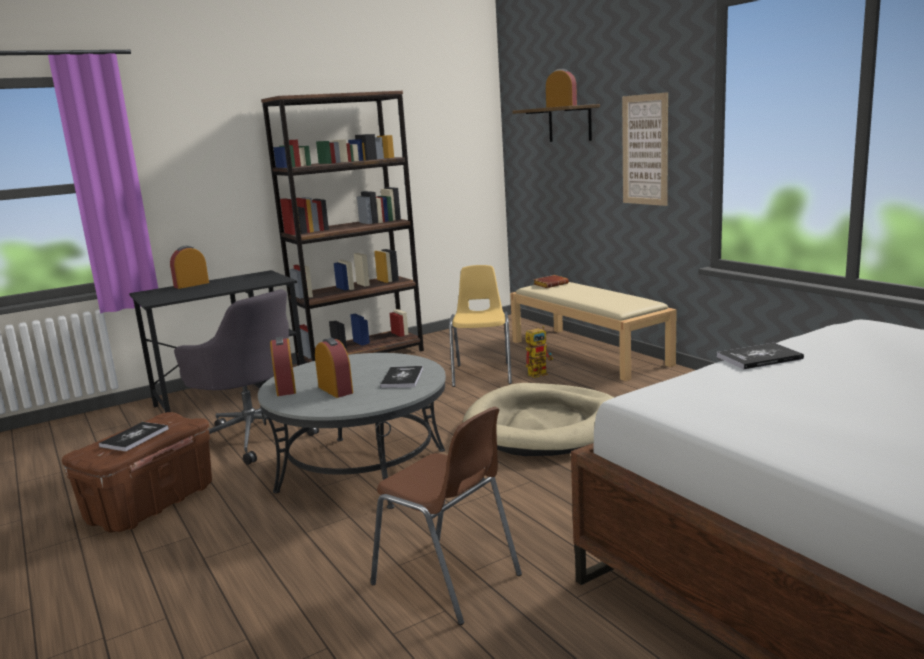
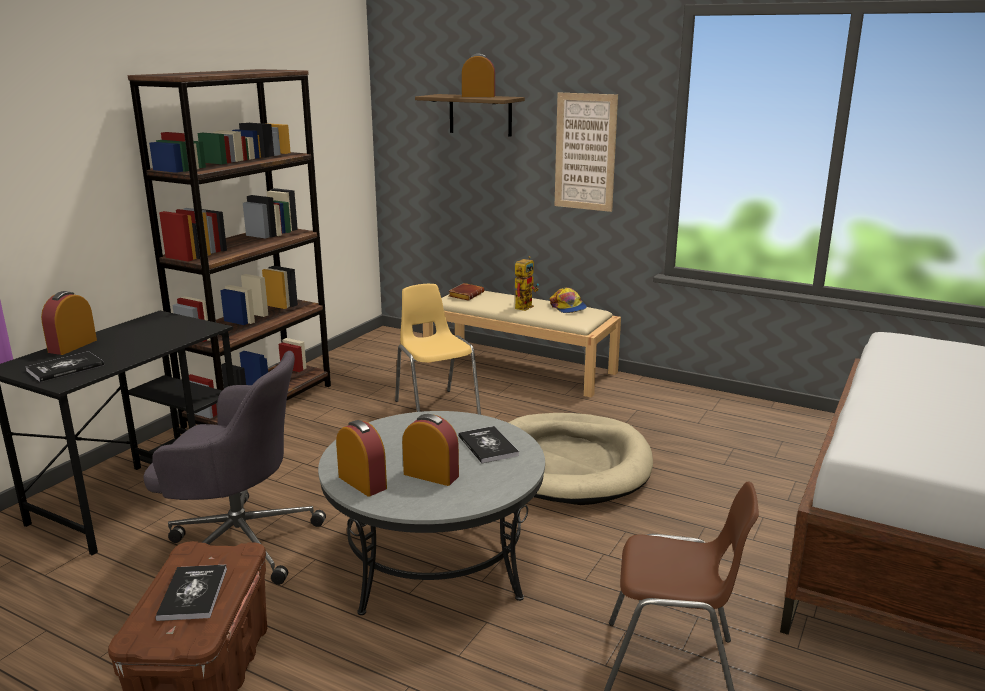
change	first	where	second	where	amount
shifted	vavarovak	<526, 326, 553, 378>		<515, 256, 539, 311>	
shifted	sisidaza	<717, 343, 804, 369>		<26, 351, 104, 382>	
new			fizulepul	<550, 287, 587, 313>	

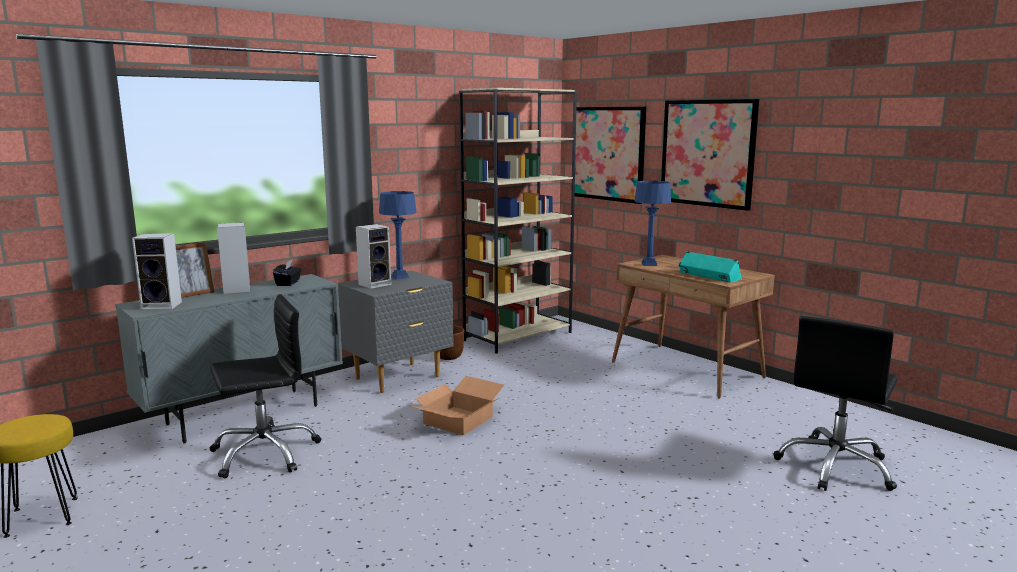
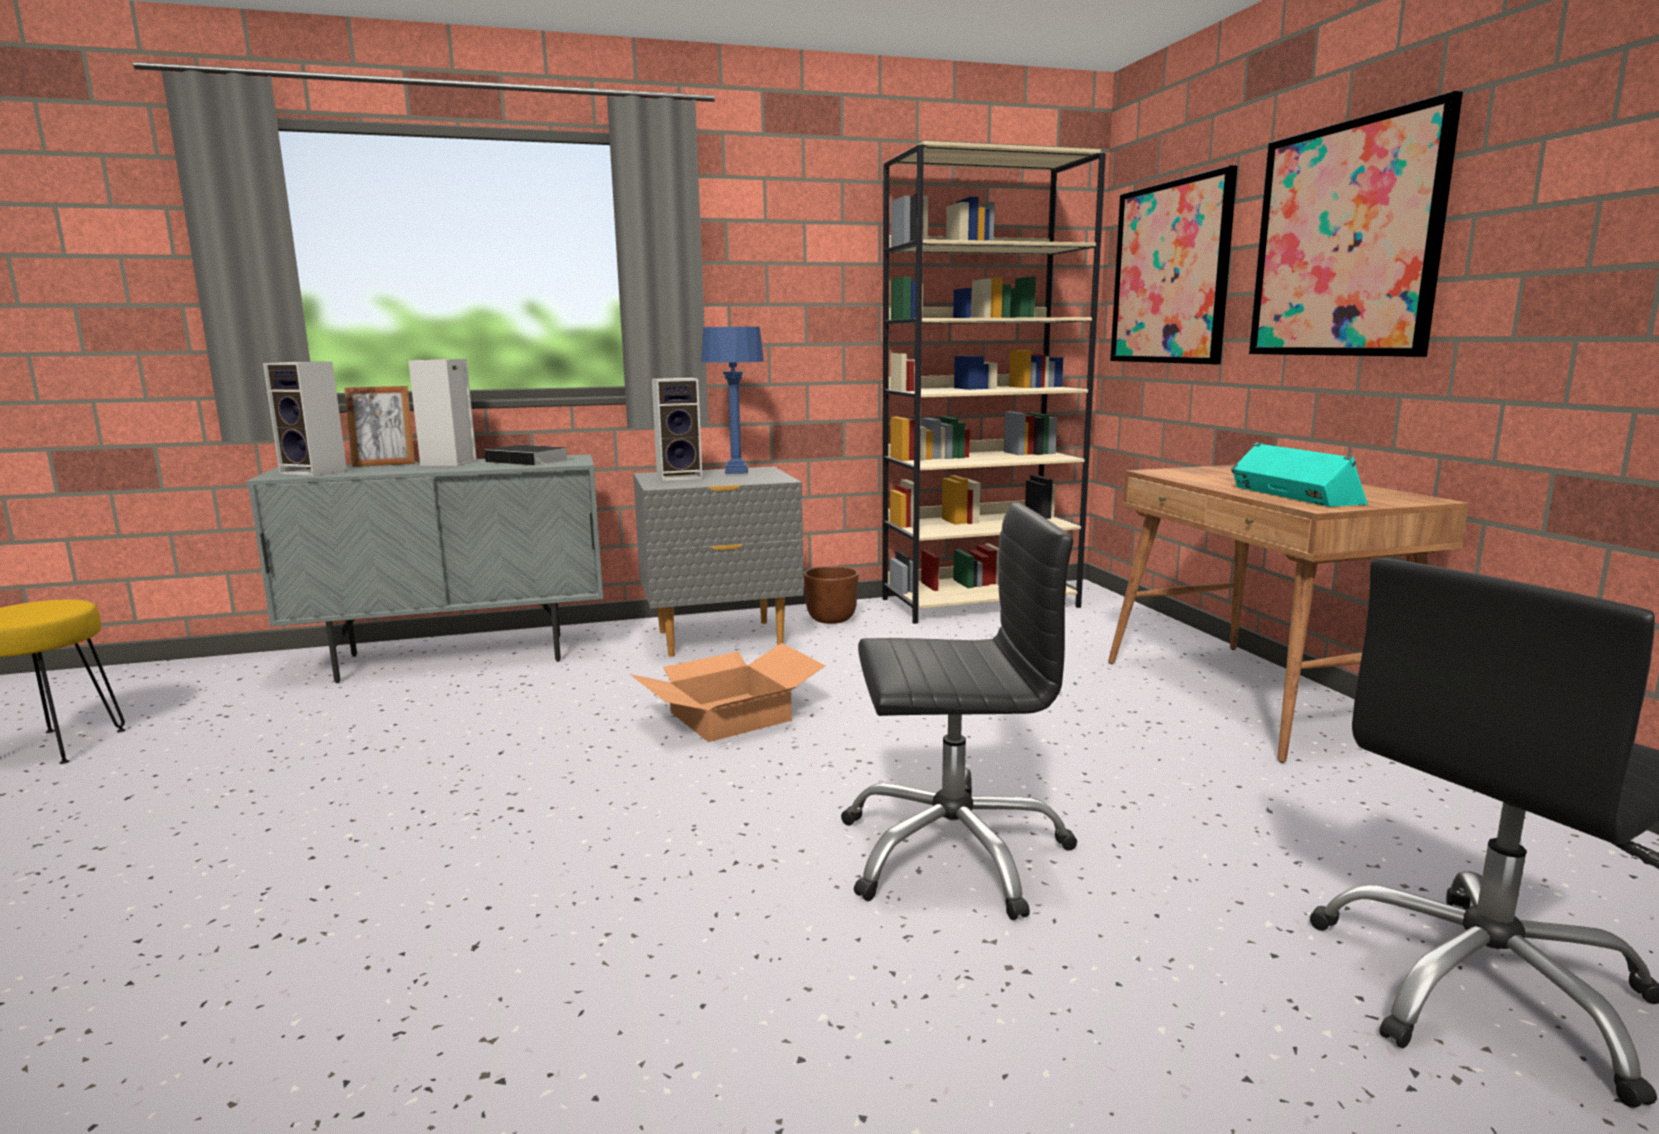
change	first	where	second	where	amount
gone	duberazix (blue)	<635, 181, 671, 266>			
swapped	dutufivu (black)	<273, 259, 301, 286>	sisidaza	<484, 445, 568, 466>	
shifted	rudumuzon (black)	<210, 294, 321, 478>		<841, 502, 1077, 920>	

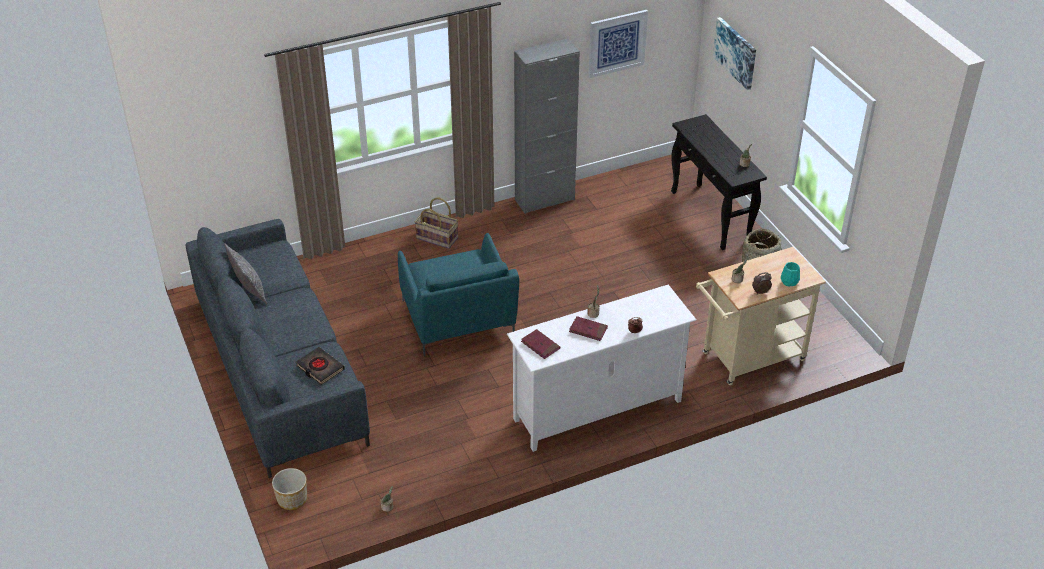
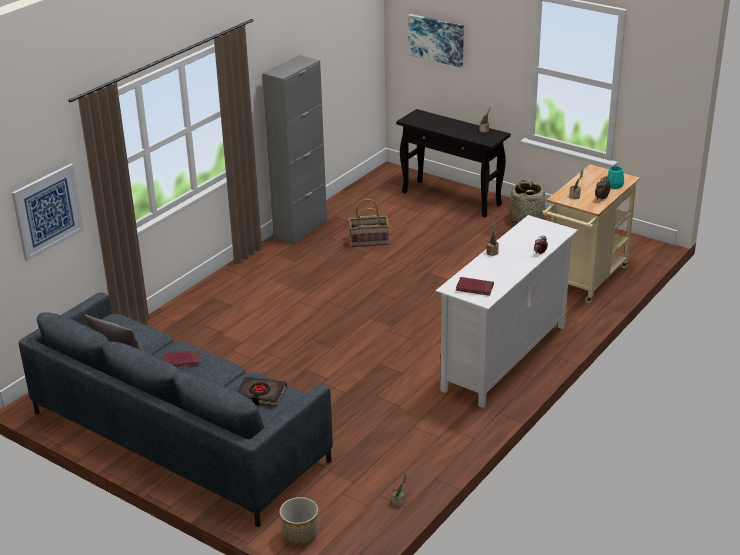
change	first	where	second	where	amount
shifted	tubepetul	<588, 10, 648, 78>		<12, 164, 84, 261>	
shifted	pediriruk	<415, 198, 458, 249>		<349, 199, 389, 247>	
gone	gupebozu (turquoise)	<398, 233, 519, 356>			
shifted	sisidaza (red)	<569, 316, 608, 341>		<164, 350, 200, 367>	

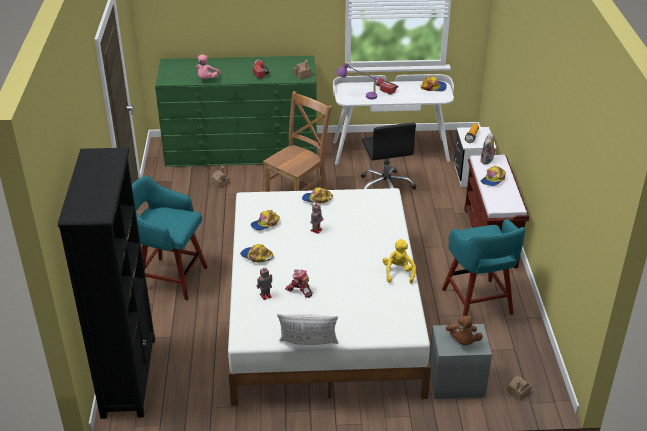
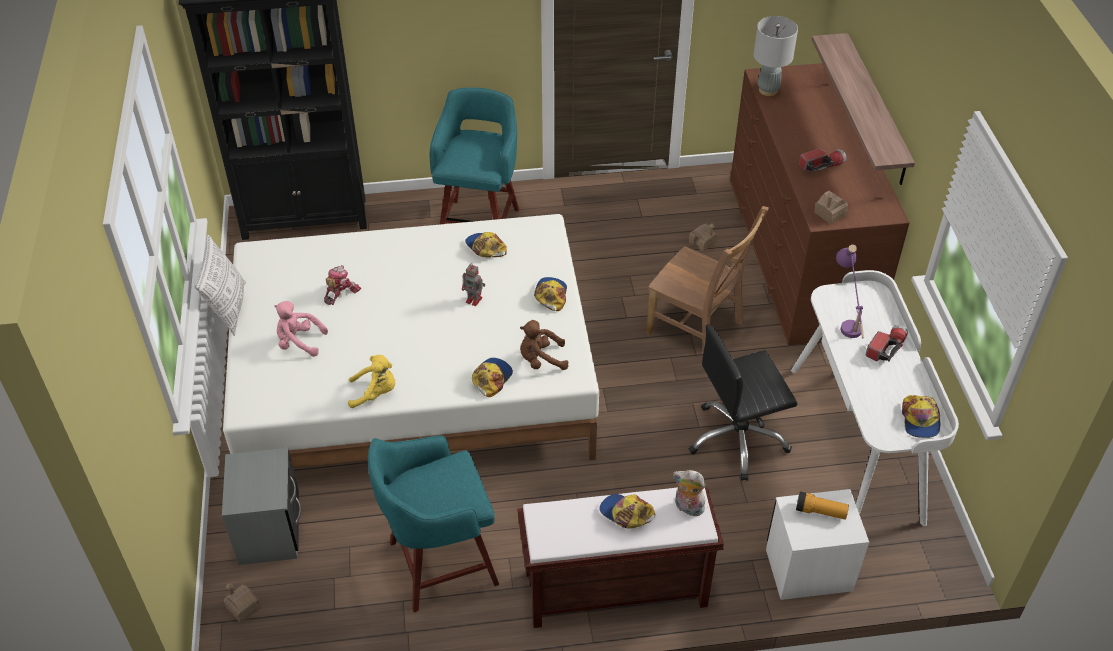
change	first	where	second	where	amount
shifted	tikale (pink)	<196, 54, 221, 79>		<274, 301, 328, 357>	
repainted	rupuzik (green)	<155, 56, 317, 167>	rupuzik (brown)	<730, 63, 910, 345>	
shifted	fizulepul	<240, 244, 274, 263>		<472, 358, 513, 397>	
gone	vavarovak	<257, 266, 272, 300>			
shifted	tikale (brown)	<446, 316, 483, 345>		<520, 320, 568, 370>	
new			duberazix (grey)	<754, 16, 798, 96>	
new			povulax	<812, 33, 915, 185>	

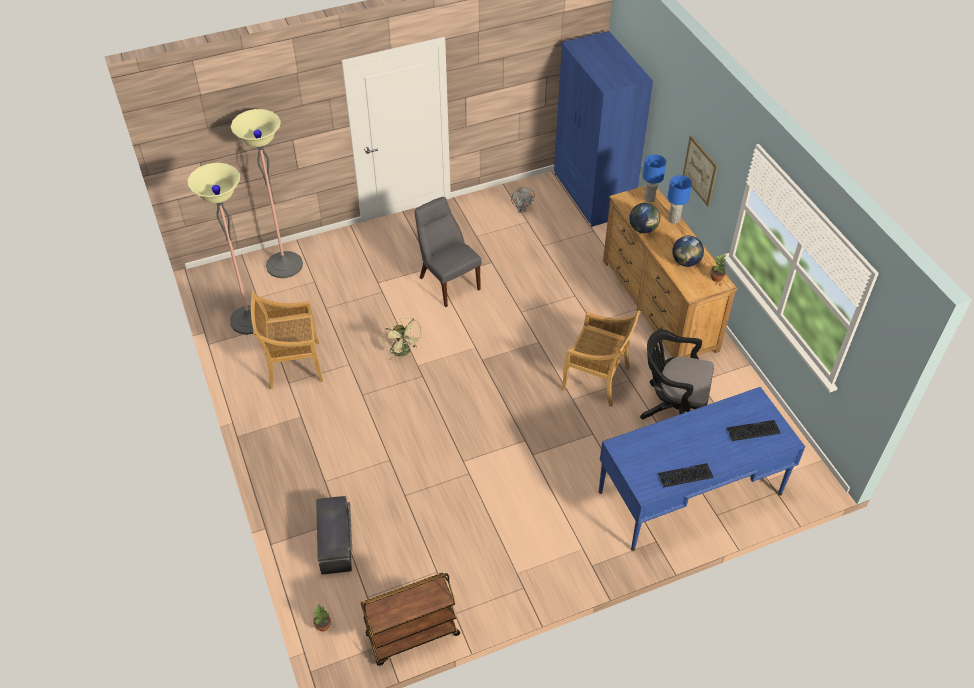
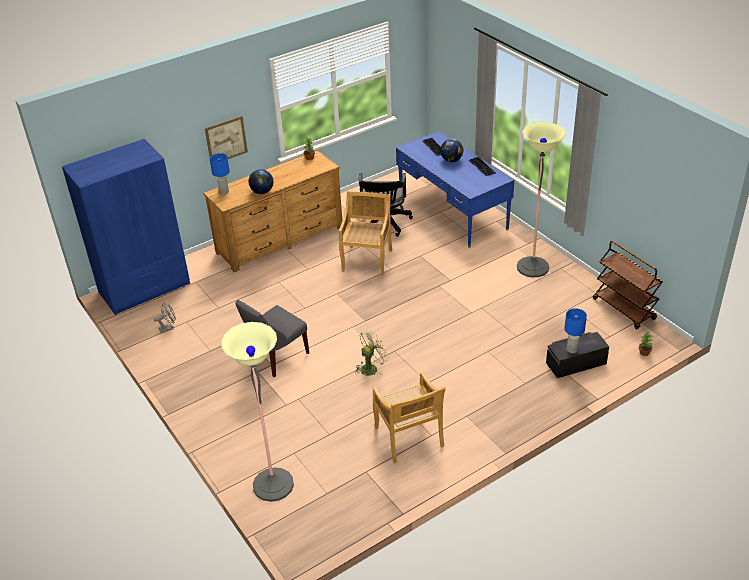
change	first	where	second	where	amount
shifted	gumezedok	<187, 163, 253, 335>		<517, 122, 566, 277>	
shifted	duberazix (blue)	<668, 175, 692, 224>		<564, 308, 587, 353>	
shifted	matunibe	<672, 236, 704, 267>		<440, 139, 463, 162>	

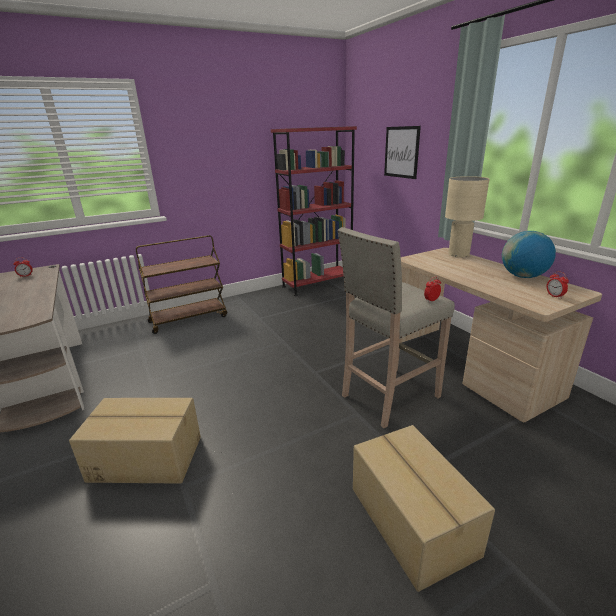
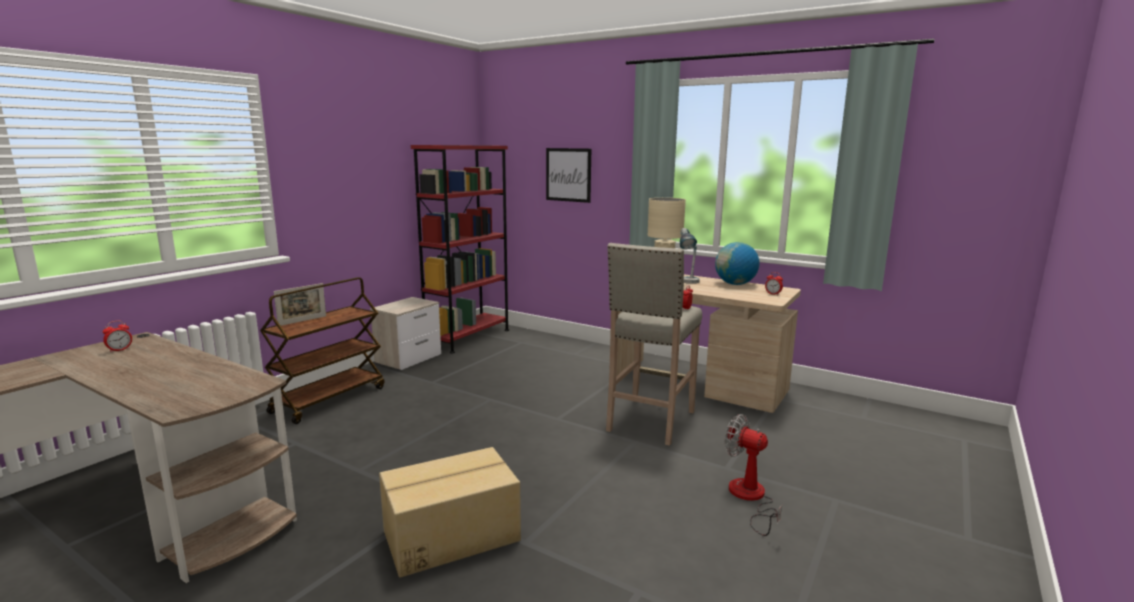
change	first	where	second	where	amount
swapped	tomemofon	<353, 425, 495, 592>	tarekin	<725, 414, 782, 536>	
new			duberazix	<680, 228, 700, 284>	
new			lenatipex	<274, 283, 326, 326>	
new			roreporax	<370, 297, 441, 371>	

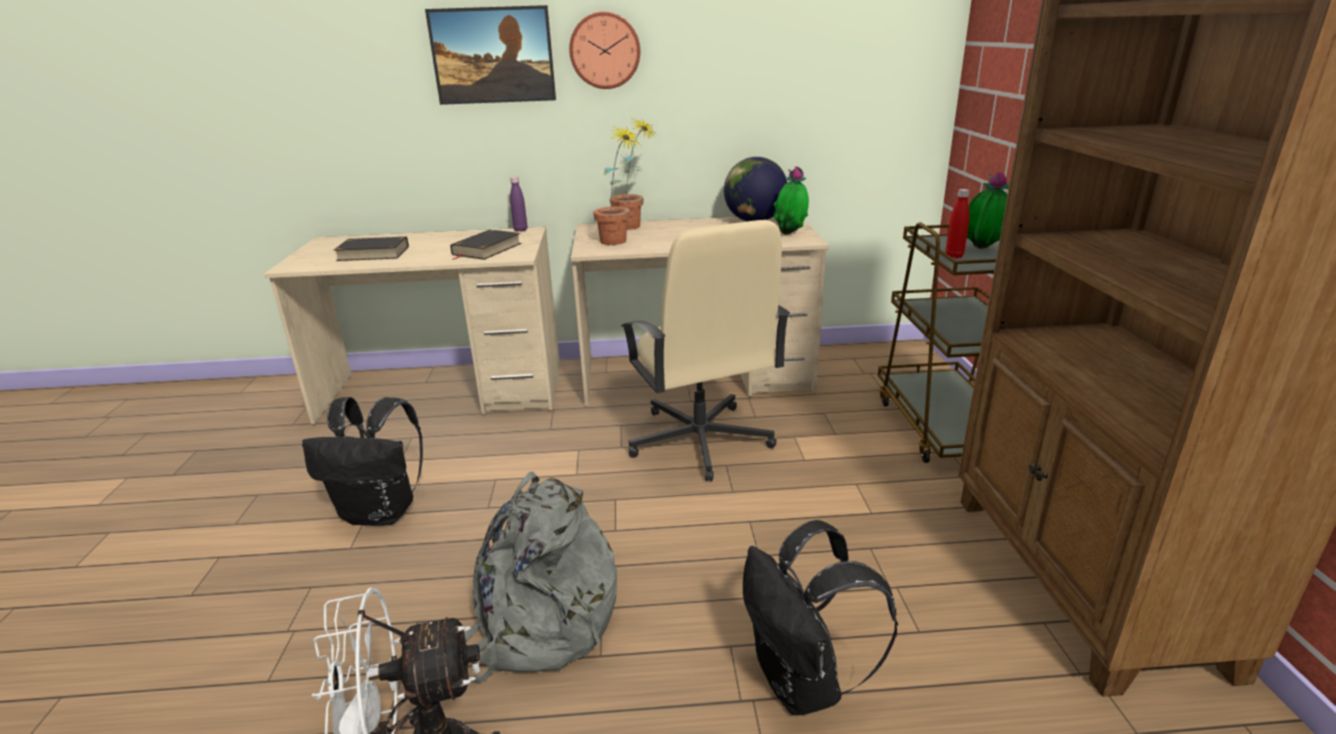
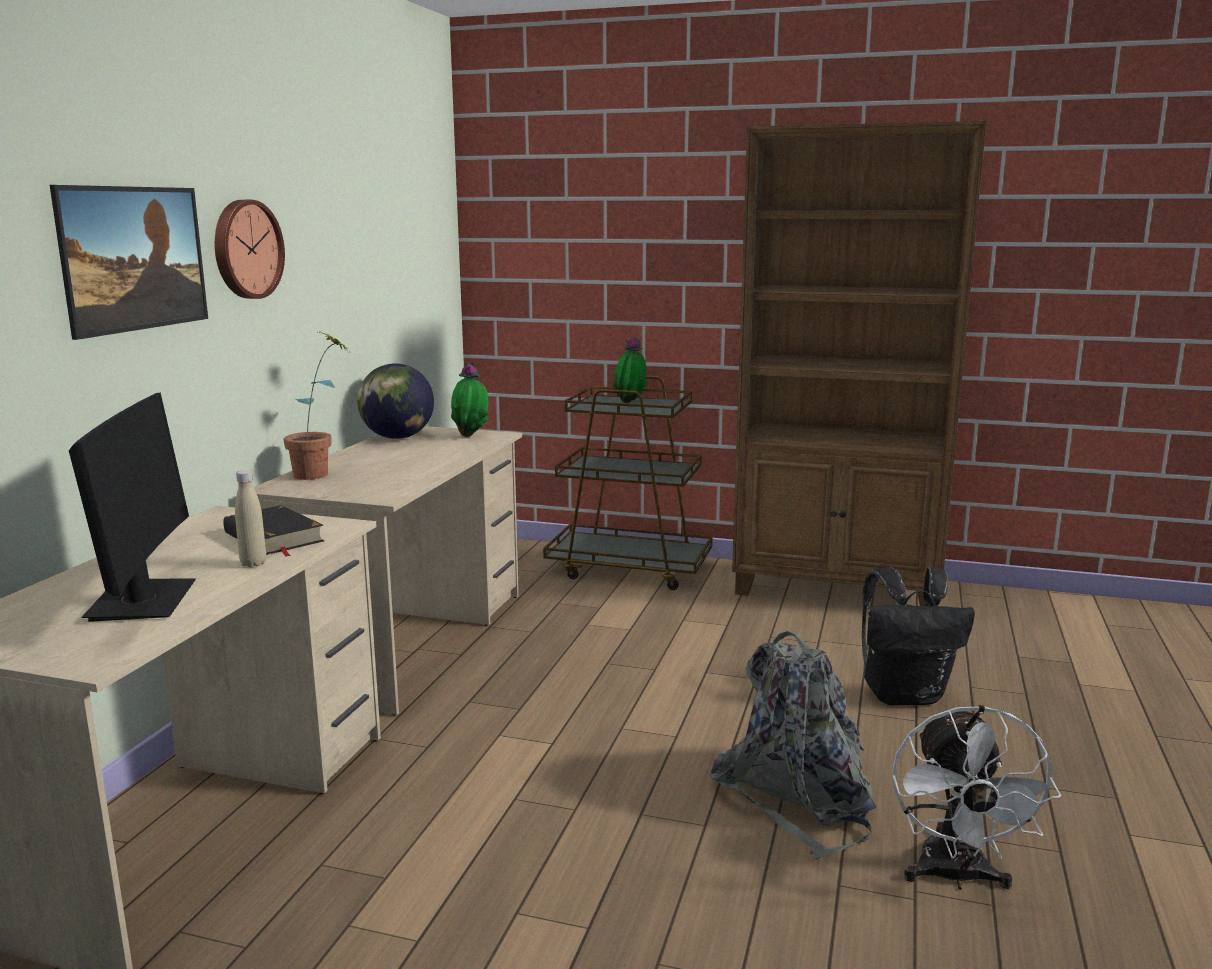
change	first	where	second	where	amount
gone	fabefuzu	<593, 126, 641, 245>			
gone	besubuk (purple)	<510, 177, 527, 232>			
gone	besubuk (red)	<945, 189, 970, 259>			
gone	rudumuzon (beige)	<621, 220, 790, 481>			
swapped	sisidaza (black)	<333, 237, 409, 261>	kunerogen	<69, 393, 196, 622>	
gone	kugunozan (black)	<302, 397, 423, 526>			
new			besubuk (beige)	<235, 470, 266, 567>	

